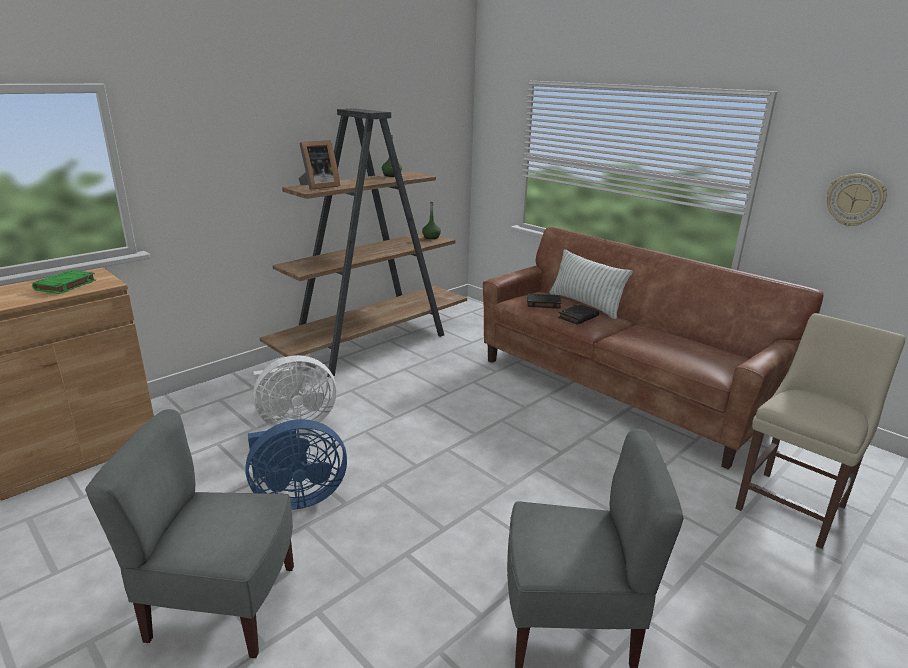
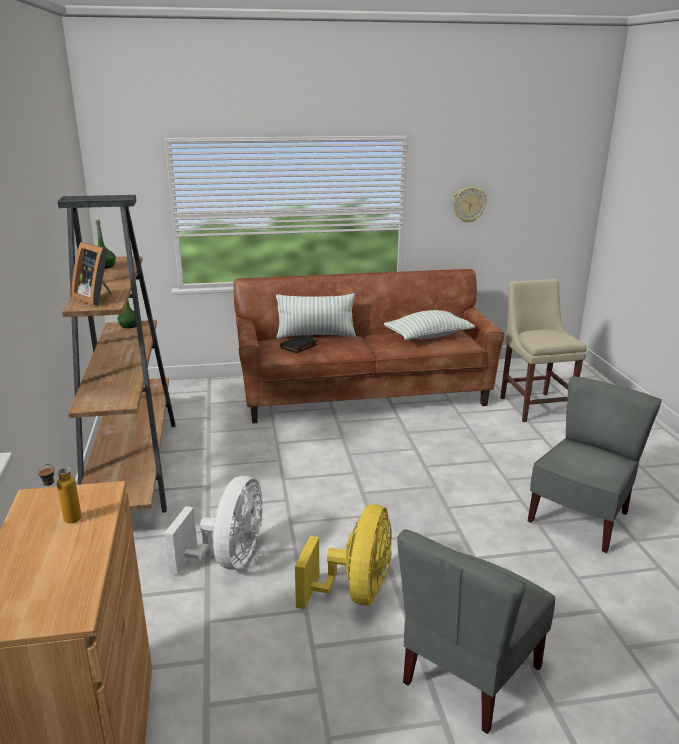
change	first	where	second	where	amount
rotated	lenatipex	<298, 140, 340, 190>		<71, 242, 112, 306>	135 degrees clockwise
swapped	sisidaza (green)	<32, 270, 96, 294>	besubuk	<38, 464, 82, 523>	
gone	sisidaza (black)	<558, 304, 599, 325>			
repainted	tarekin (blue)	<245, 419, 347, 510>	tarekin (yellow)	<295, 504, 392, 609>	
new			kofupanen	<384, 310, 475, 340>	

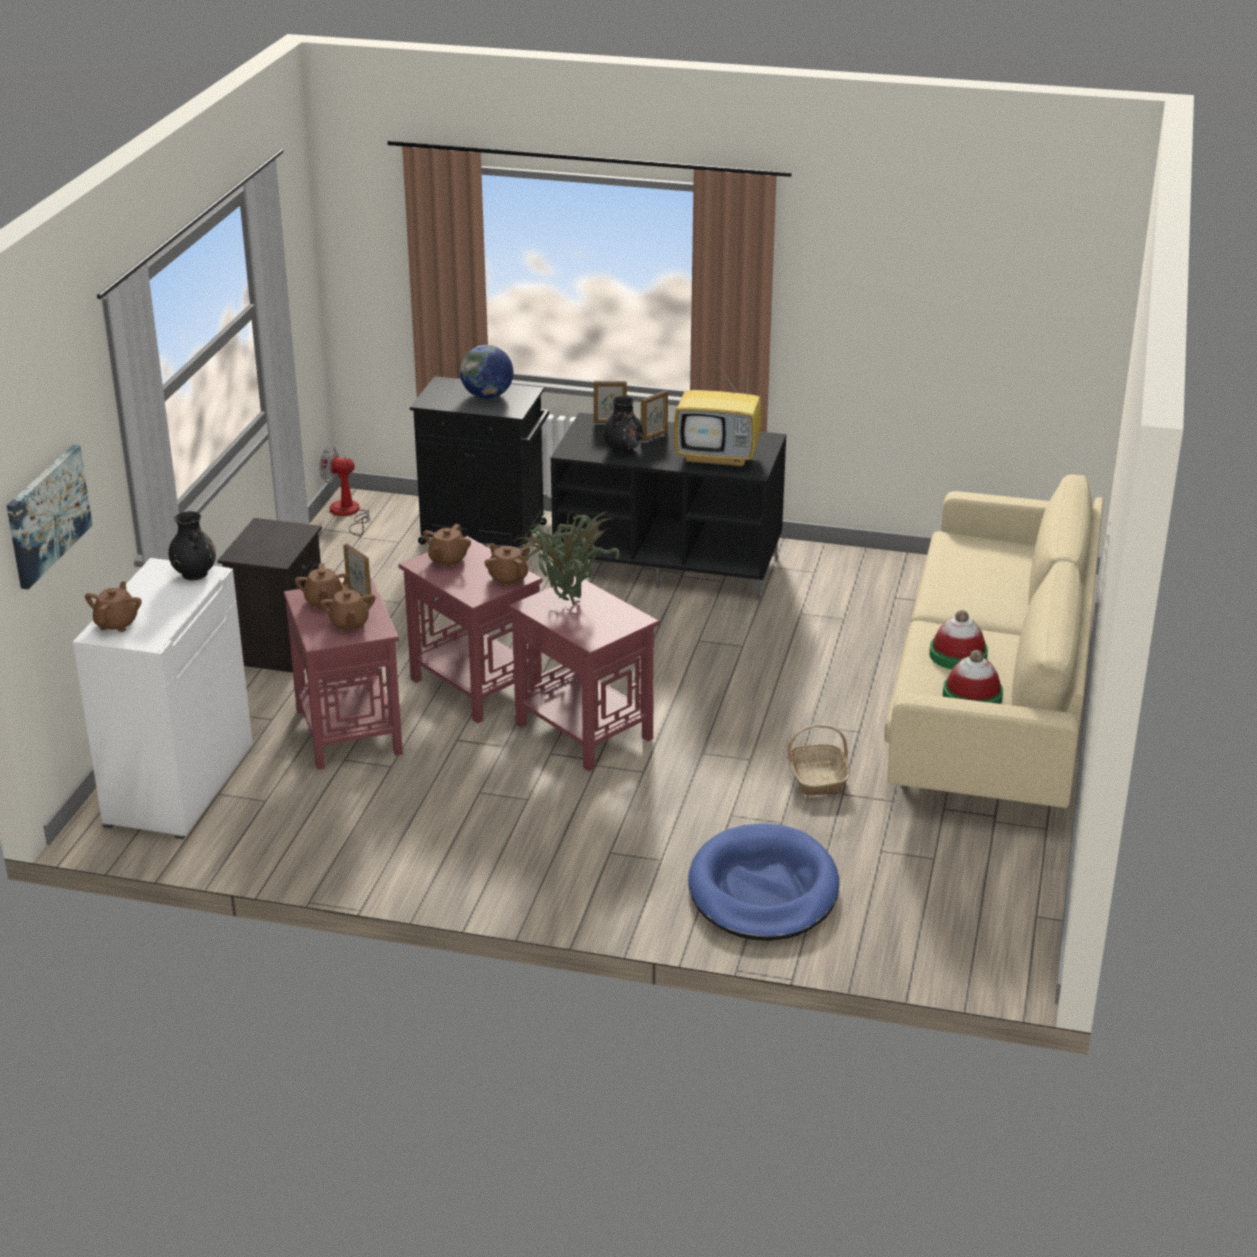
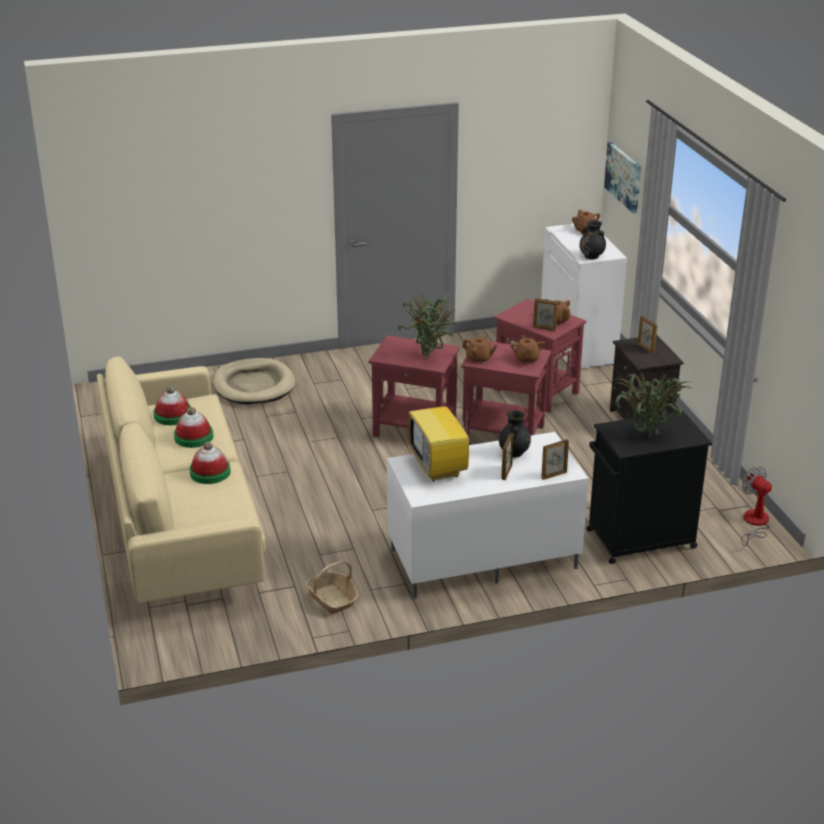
change	first	where	second	where	amount
swapped	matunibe	<460, 345, 513, 399>	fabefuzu	<611, 370, 692, 438>	
rotated	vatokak	<674, 351, 762, 468>		<408, 395, 469, 482>	90 degrees counterclockwise
repainted	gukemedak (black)	<551, 413, 786, 600>	gukemedak (white)	<387, 432, 589, 599>	
rotated	tarekin	<320, 446, 371, 536>		<741, 466, 772, 546>	105 degrees counterclockwise
gone	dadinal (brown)	<320, 584, 375, 631>			
shifted	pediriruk	<787, 724, 850, 796>		<305, 561, 358, 614>	
repainted	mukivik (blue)	<688, 824, 839, 941>	mukivik (beige)	<213, 358, 295, 405>	
new			lenatipex	<637, 316, 657, 354>	
new			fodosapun	<190, 442, 231, 484>	

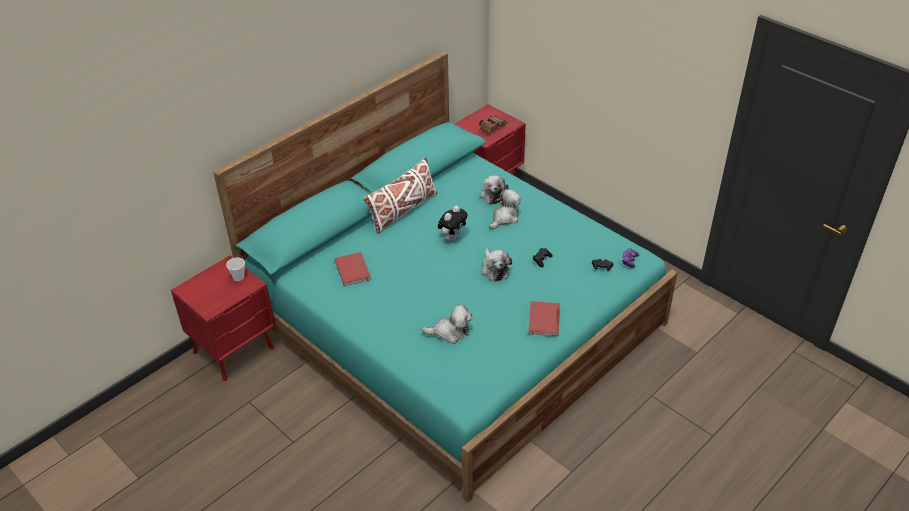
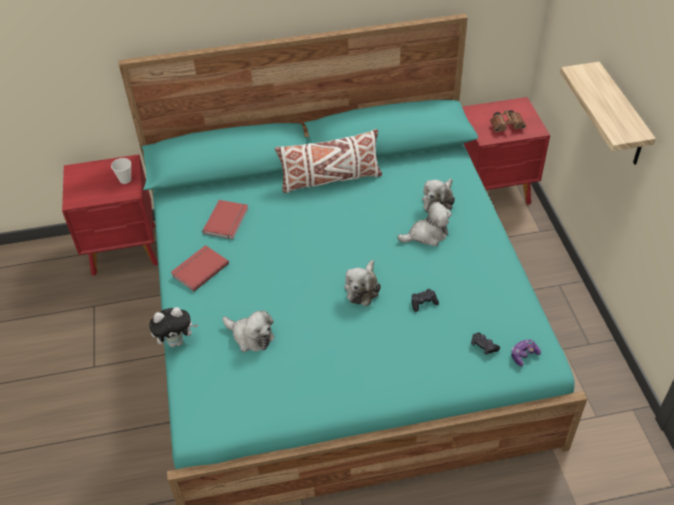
change	first	where	second	where	amount
shifted	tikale	<438, 206, 468, 241>		<149, 307, 198, 347>	
shifted	sisidaza (red)	<528, 301, 560, 336>		<171, 245, 229, 291>	
new			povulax	<560, 62, 656, 165>	

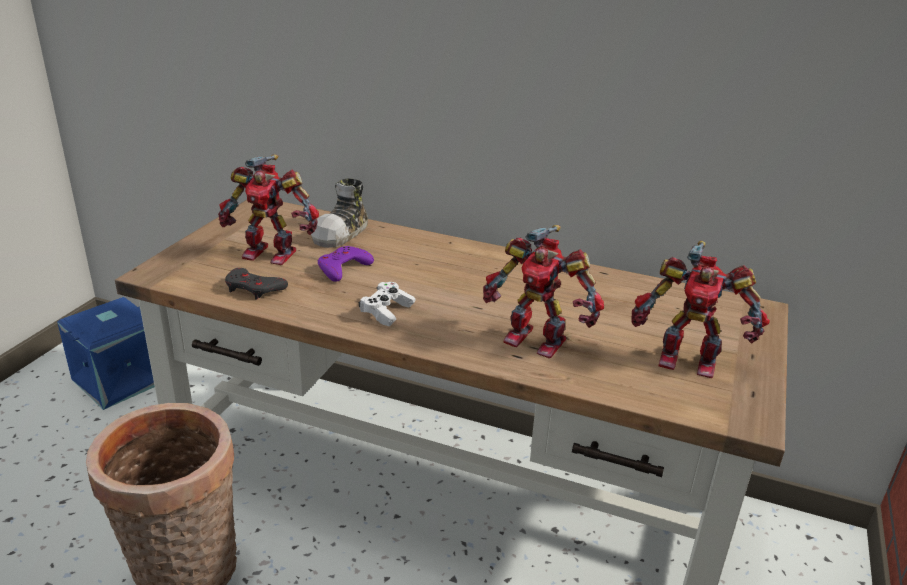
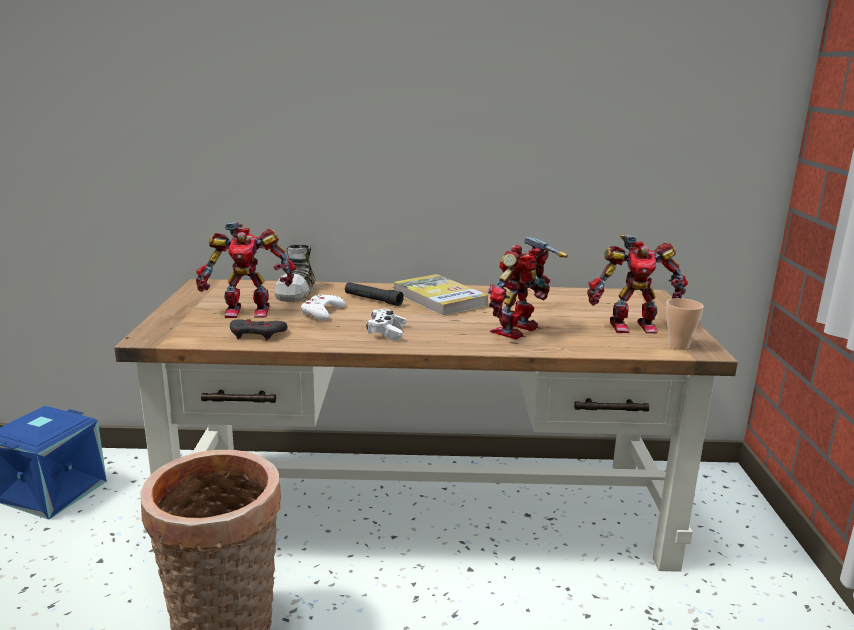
change	first	where	second	where	amount
rotated	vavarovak	<483, 225, 604, 358>		<487, 236, 568, 339>	120 degrees clockwise
repainted	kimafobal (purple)	<318, 246, 374, 282>	kimafobal (white)	<301, 295, 346, 321>	
new			sisidaza	<393, 274, 488, 317>	
new			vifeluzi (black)	<345, 282, 404, 306>	
new			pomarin	<666, 298, 704, 350>	

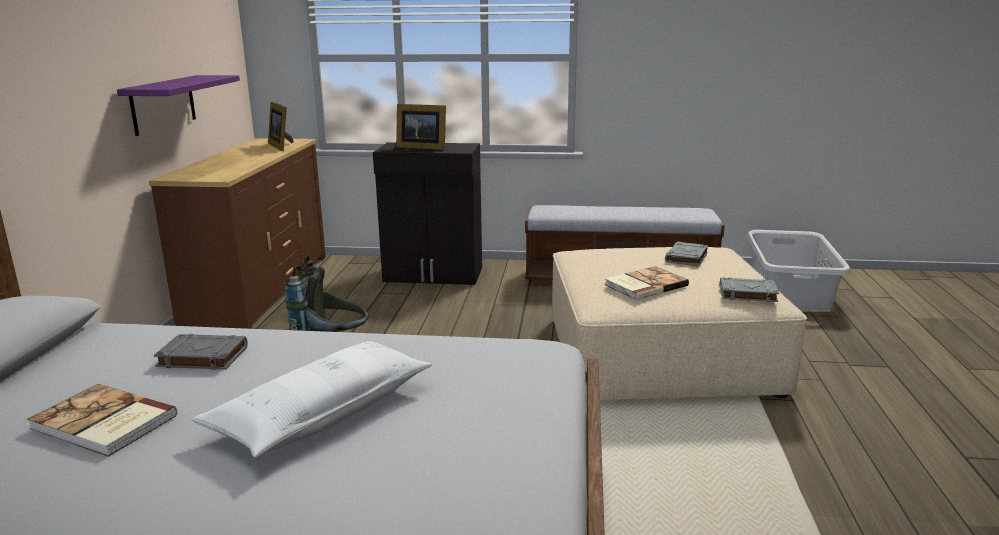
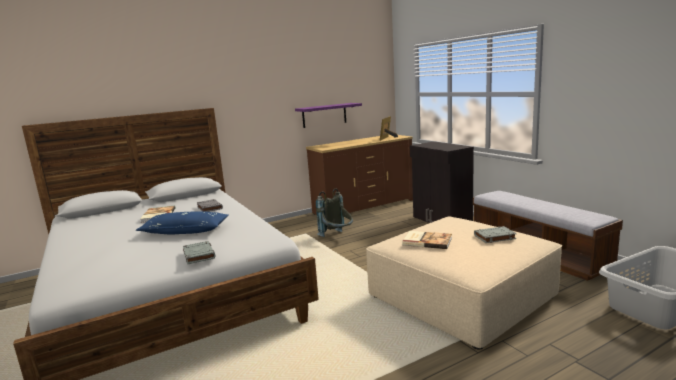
change	first	where	second	where	amount
gone	lenatipex	<396, 104, 446, 150>			
shifted	sisidaza (grey)	<720, 277, 779, 302>		<183, 241, 216, 264>	
repainted	kofupanen (white)	<192, 341, 432, 458>	kofupanen (blue)	<136, 212, 229, 235>	

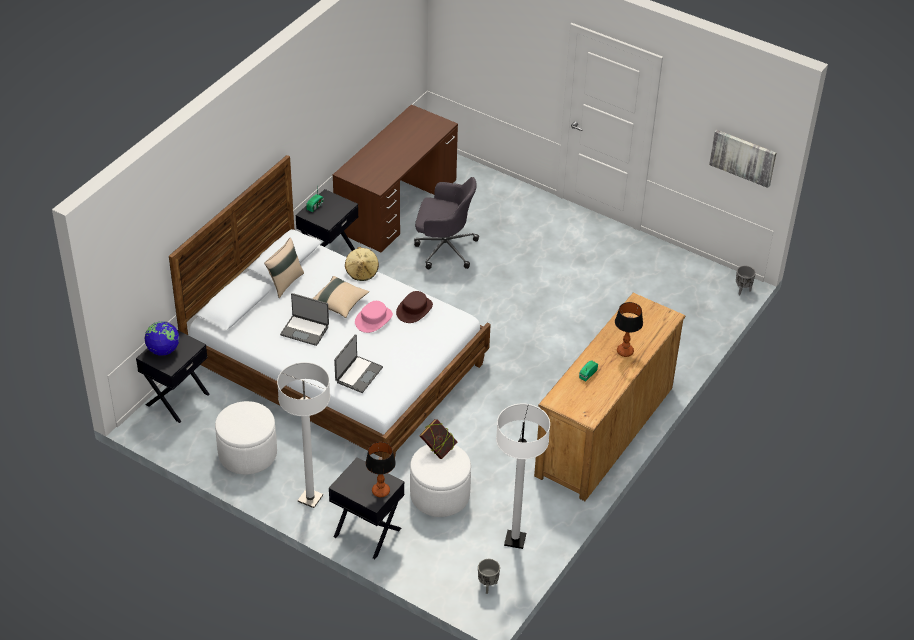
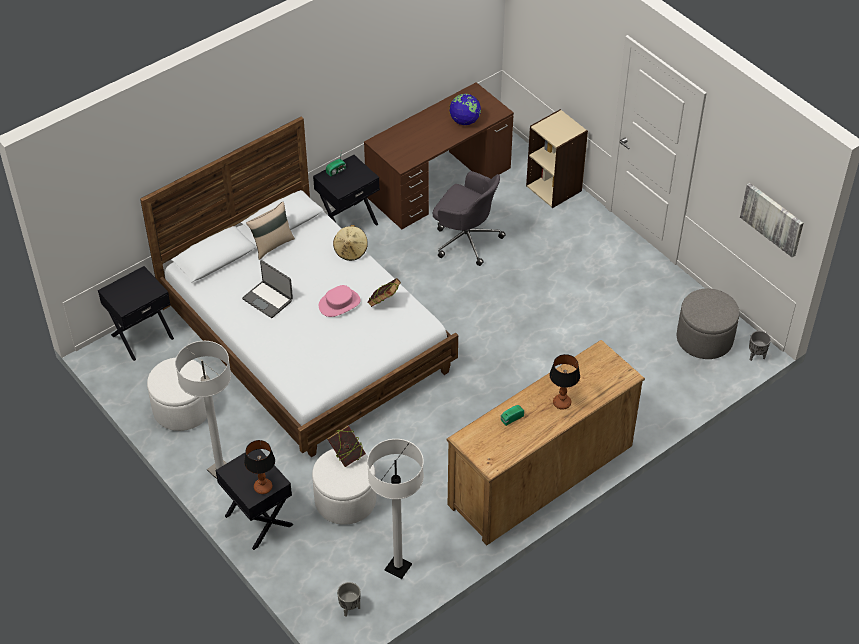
change	first	where	second	where	amount
gone	kofupanen (beige)	<313, 276, 369, 318>			
swapped	fodosapun (brown)	<396, 291, 433, 323>	sisidaza	<367, 278, 401, 307>	
shifted	matunibe	<145, 321, 179, 355>		<450, 94, 481, 125>	
gone	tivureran	<334, 334, 383, 393>			
new			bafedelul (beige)	<526, 109, 588, 208>	
new			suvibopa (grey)	<677, 288, 740, 359>	

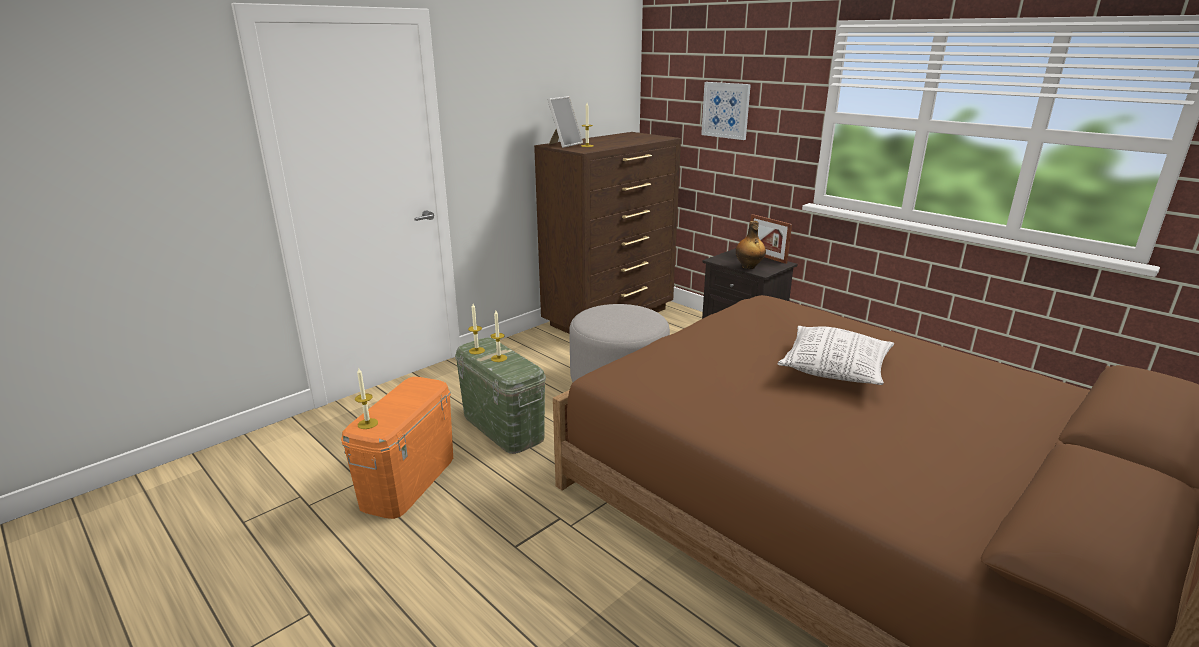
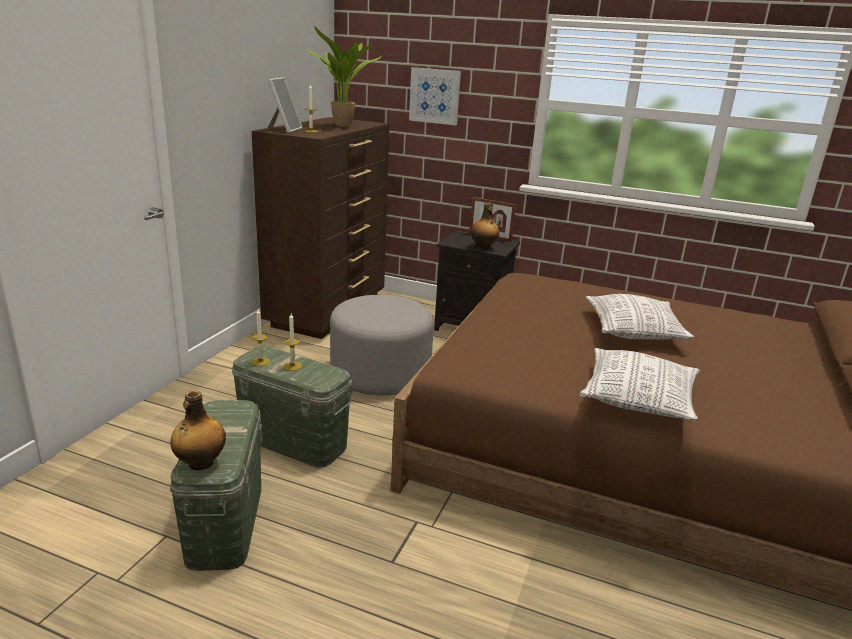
change	first	where	second	where	amount
swapped	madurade	<355, 367, 378, 429>	besubuk	<170, 390, 226, 470>	
repainted	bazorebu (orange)	<341, 377, 453, 519>	bazorebu (green)	<170, 400, 262, 571>	
new			fabefuzu	<307, 26, 382, 127>	
new			kofupanen	<580, 348, 700, 421>	

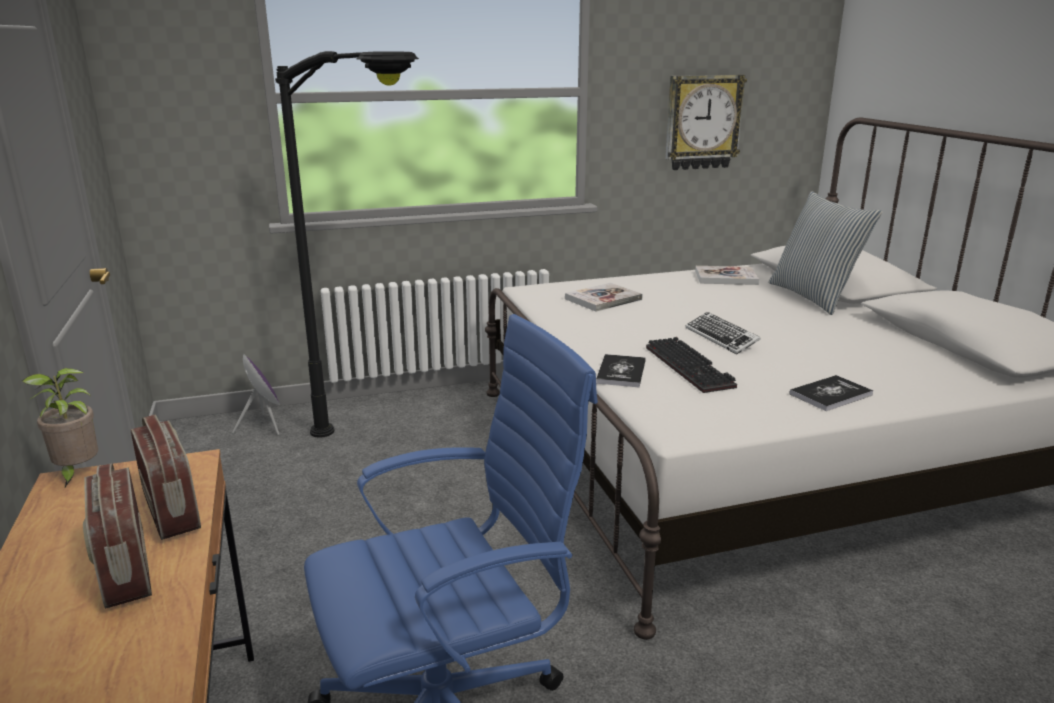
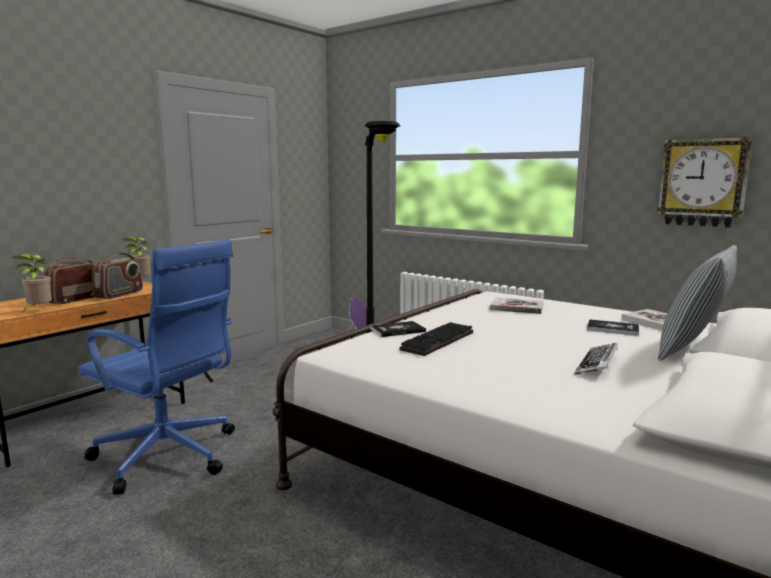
change	first	where	second	where	amount
shifted	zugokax	<685, 312, 761, 354>		<574, 343, 618, 375>	
shifted	sisidaza	<789, 375, 874, 411>		<587, 319, 639, 336>	
new			fabefuzu	<11, 253, 52, 312>	

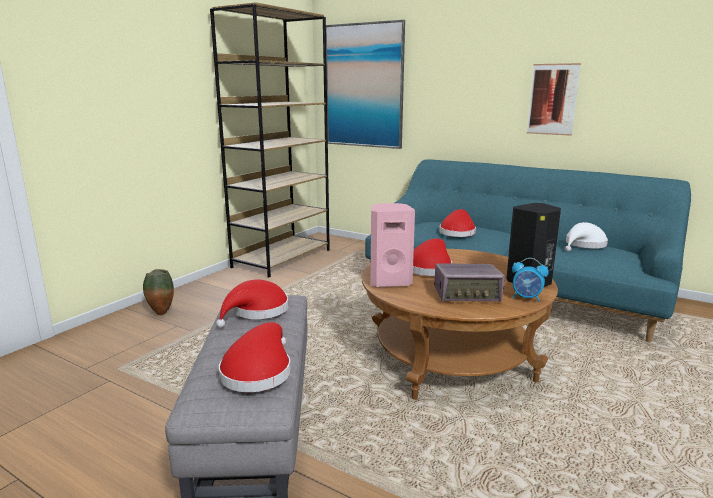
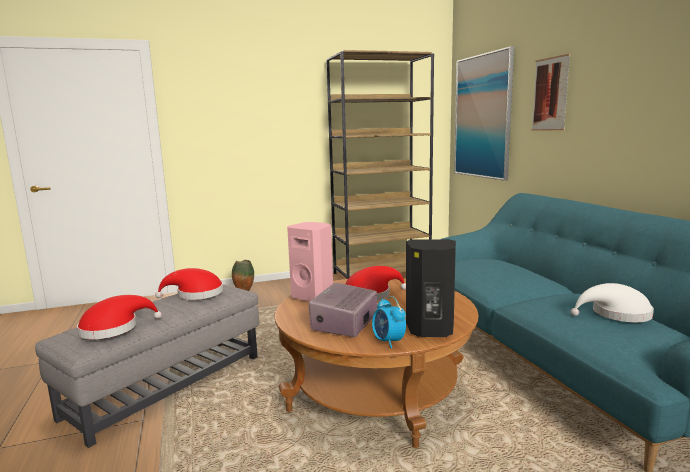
change	first	where	second	where	amount
shifted	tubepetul	<527, 63, 581, 136>		<532, 54, 570, 131>	
gone	fodosapun (red)	<439, 209, 476, 237>			
rotated	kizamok	<434, 263, 505, 301>		<309, 282, 377, 337>	75 degrees clockwise

